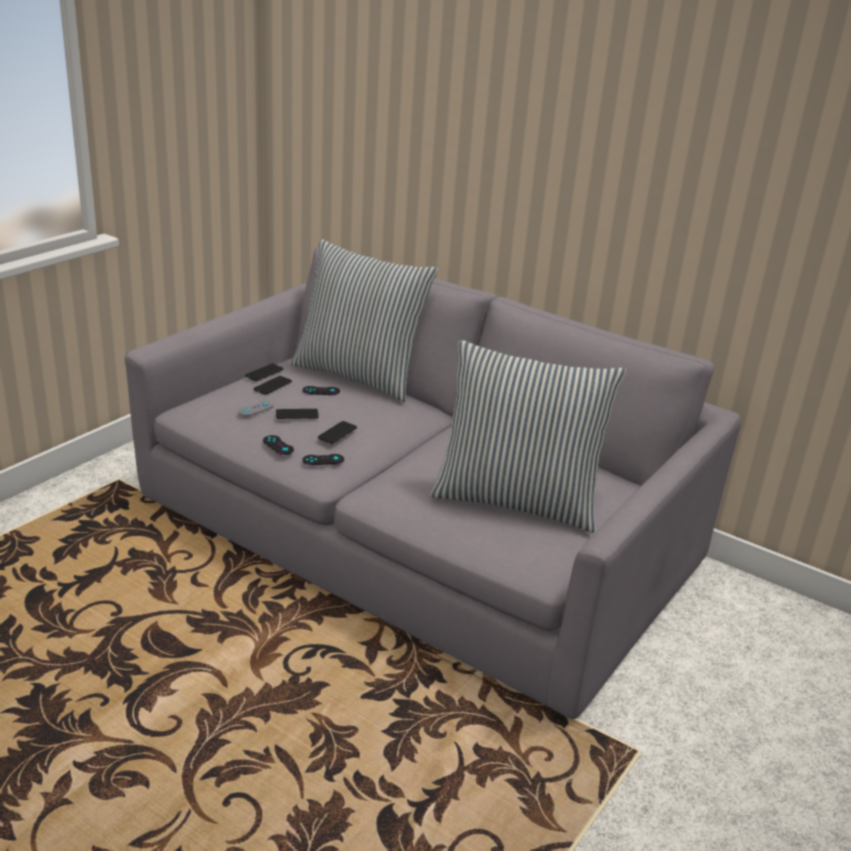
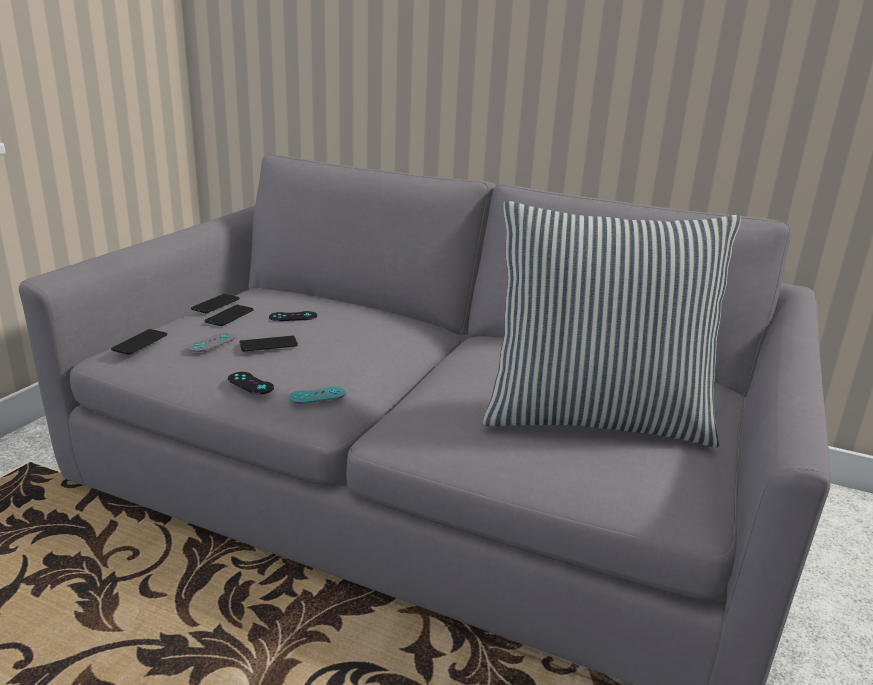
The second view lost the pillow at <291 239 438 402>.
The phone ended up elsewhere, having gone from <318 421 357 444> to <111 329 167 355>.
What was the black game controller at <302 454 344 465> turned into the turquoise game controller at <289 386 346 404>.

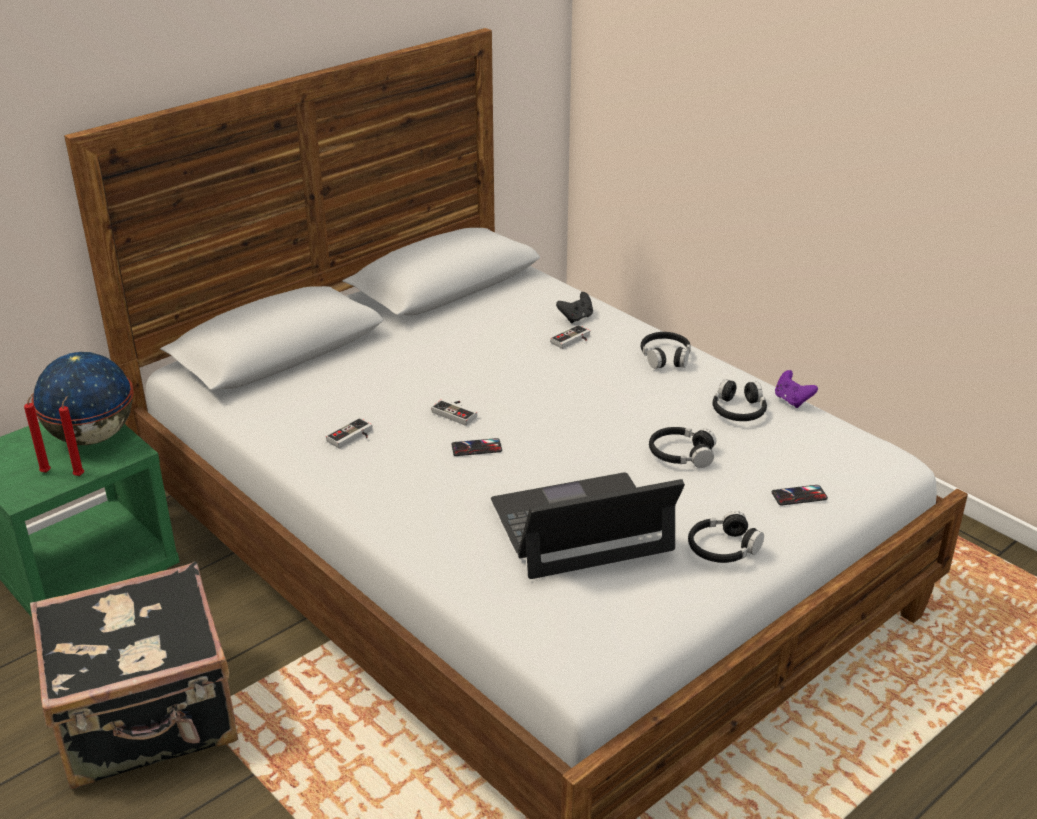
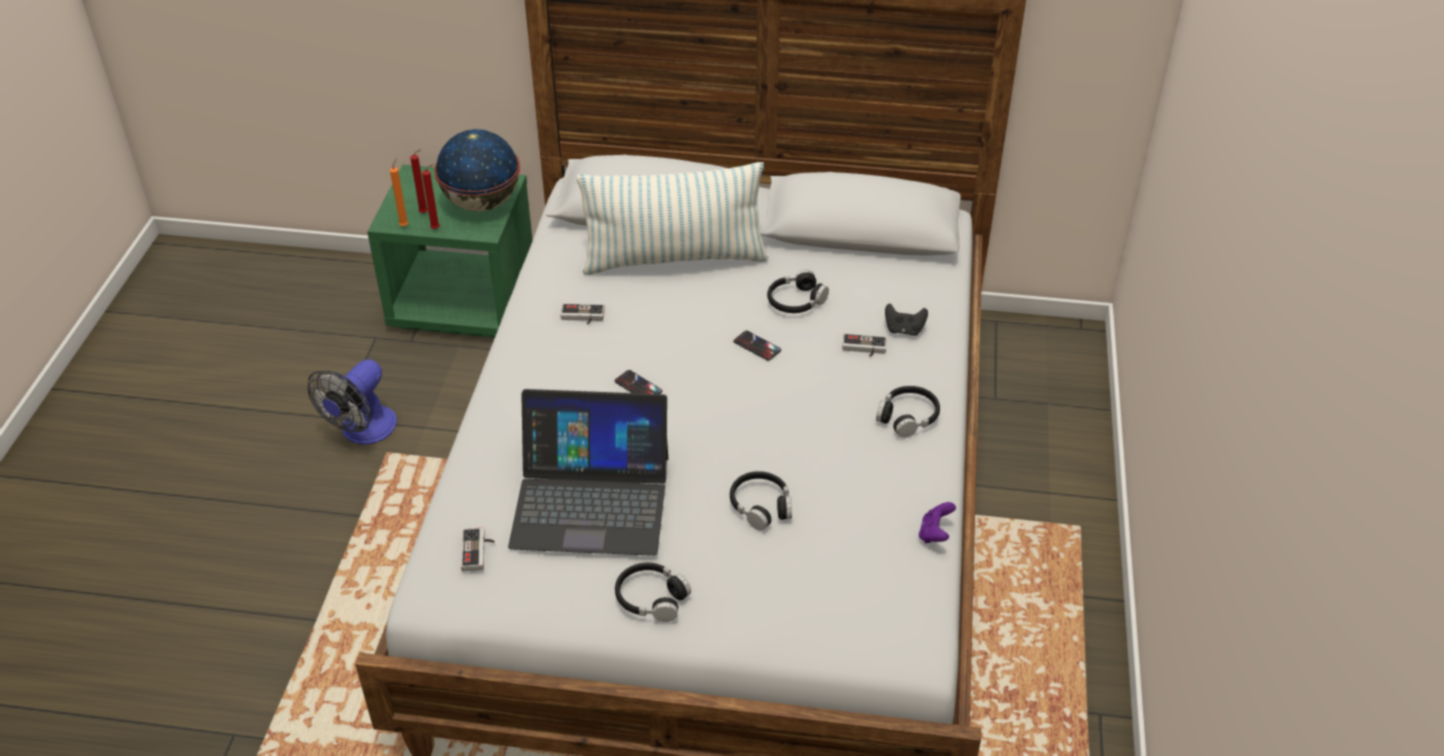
The second view gained the orange candle at <390 159 408 226>.
The second view gained the pillow at <577 162 768 275>.
The game controller ended up elsewhere, having gone from <431 399 477 426> to <461 527 495 571>.
The black headphones ended up elsewhere, having gone from <712 379 767 421> to <767 270 829 313>.
The phone ended up elsewhere, having gone from <772 485 828 505> to <733 331 781 361>.
Where the black suitcase stood at <30 561 238 789>, the fan came to stand at <308 359 397 444>.
The laptop at <491 472 685 579> ended up facing another way, 150 degrees clockwise from before.

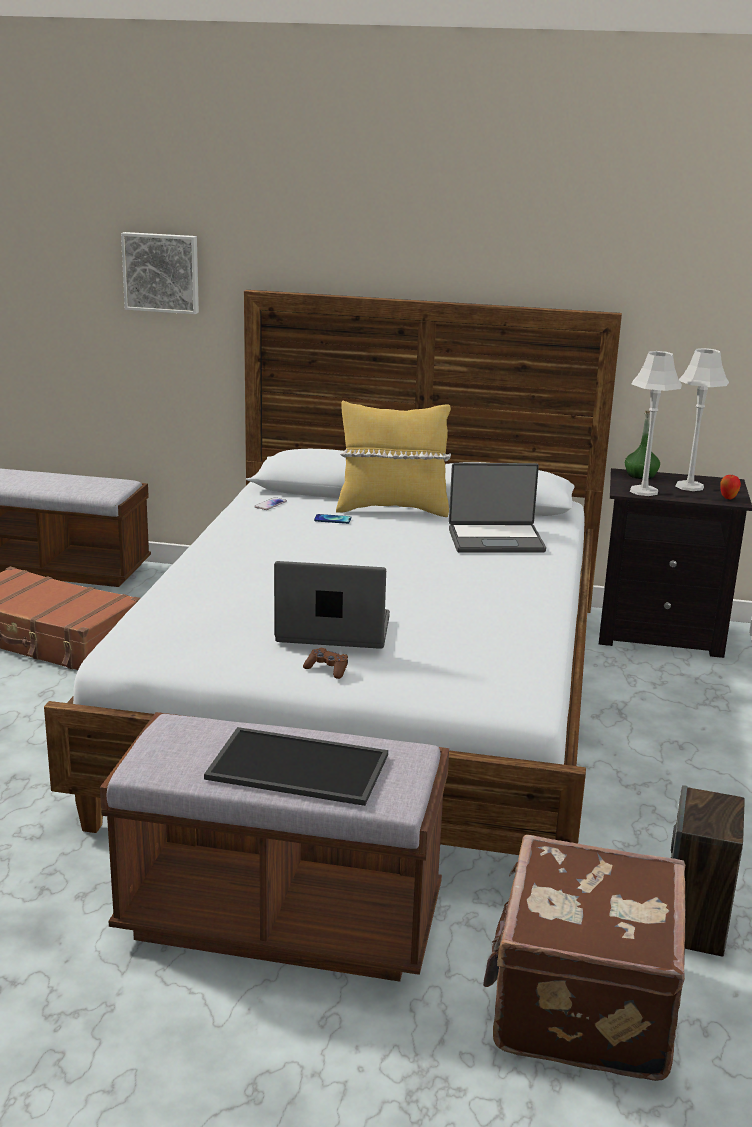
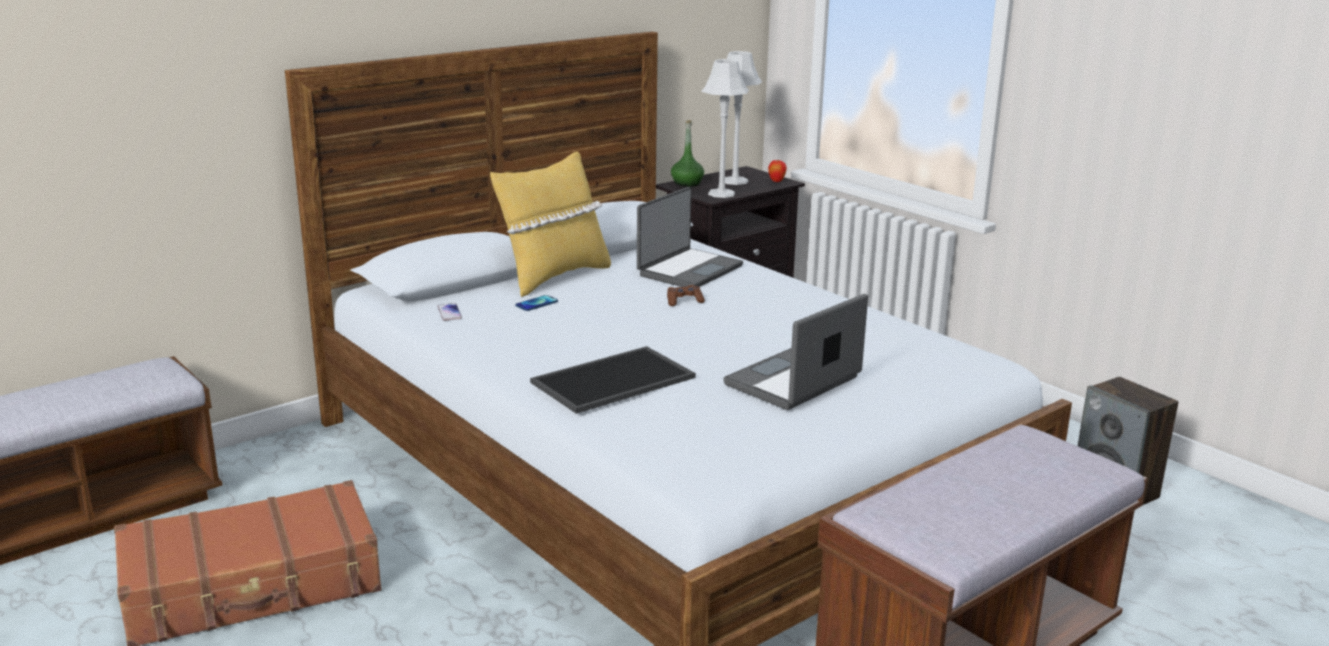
The second view lost the picture at <121 232 199 314>.
The second view lost the brown suitcase at <483 835 686 1081>.
The tray ended up elsewhere, having gone from <204 727 388 806> to <530 346 696 414>.
The brown game controller ended up elsewhere, having gone from <303 648 348 679> to <667 285 705 306>.

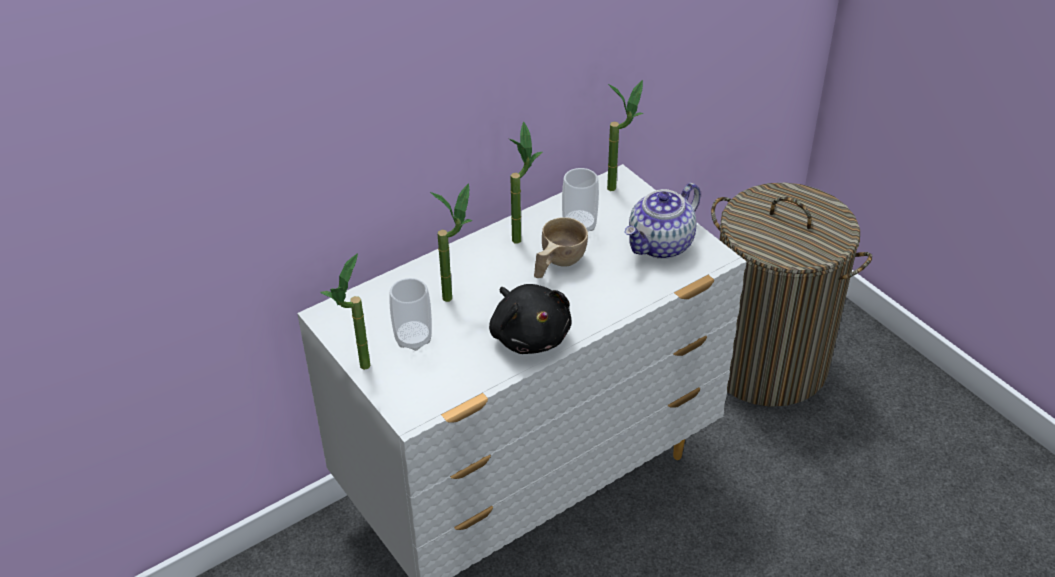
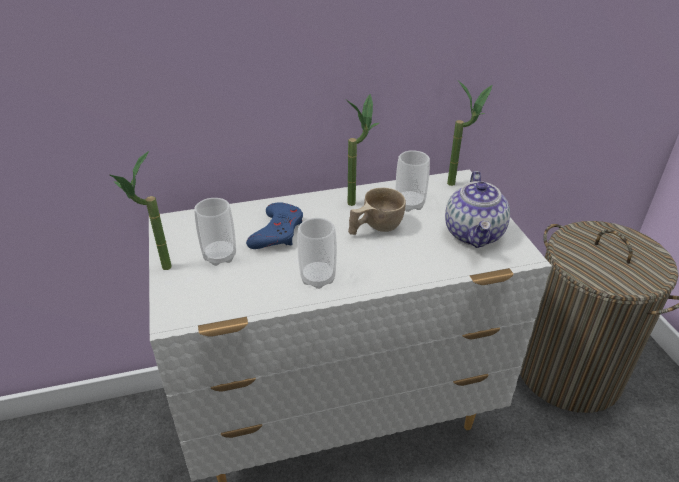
Where the potted plant stood at <430 183 473 302>, the blue game controller came to stand at <246 202 303 249>.
Where the black plush toy stood at <489 284 572 354>, the cup came to stand at <297 218 337 289>.
The teapot at <624 183 701 259> ended up facing another way, 60 degrees counterclockwise from before.

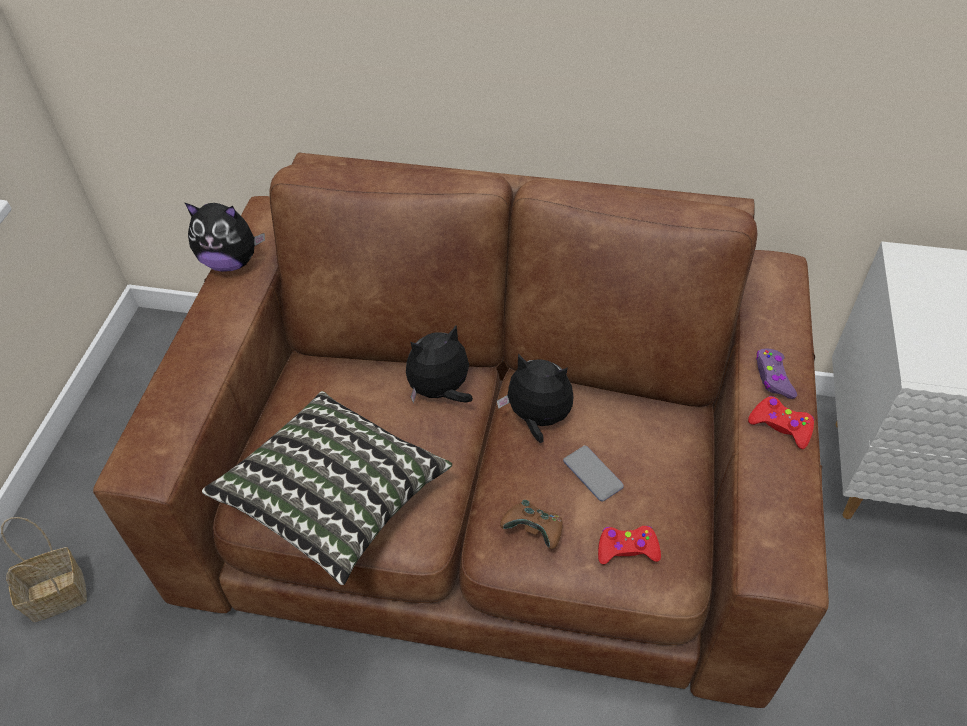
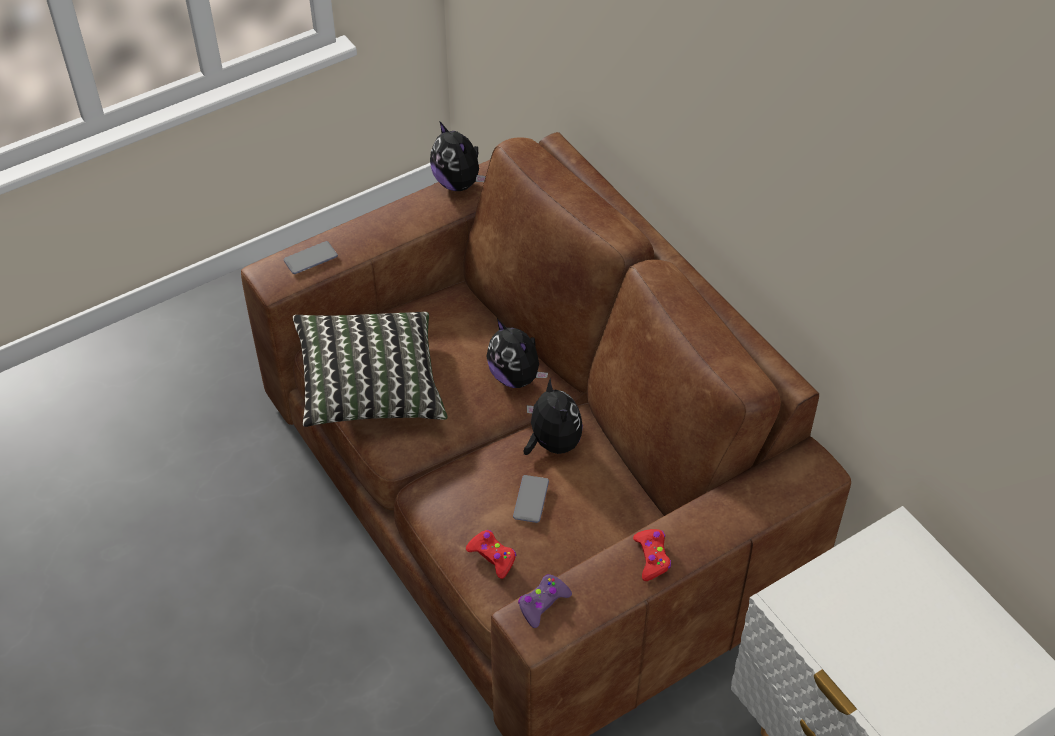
The second view lost the basket at <1 517 87 622>.
The second view lost the brown game controller at <500 500 563 549>.
The second view gained the phone at <284 241 338 274>.
The purple game controller ended up elsewhere, having gone from <756 349 797 399> to <518 574 572 628>.
The plush toy at <406 325 473 403> ended up facing another way, 150 degrees counterclockwise from before.

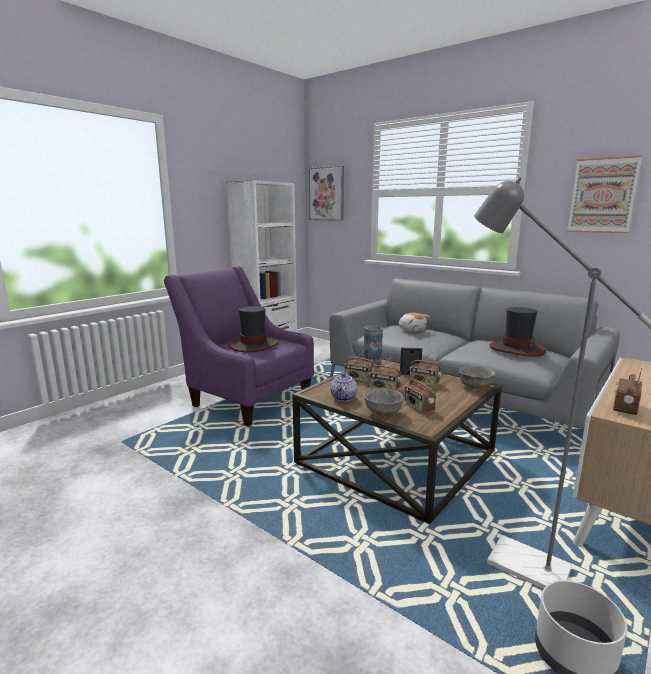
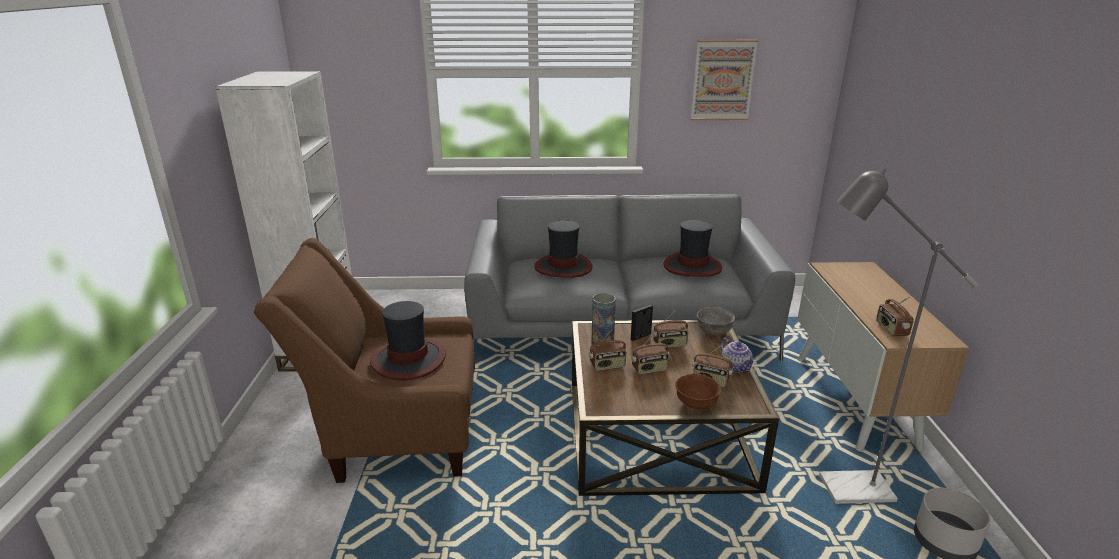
The second view lost the picture at <309 166 344 221>.
The teapot ended up elsewhere, having gone from <330 372 357 402> to <720 338 756 373>.
Where the plush toy stood at <399 313 430 332>, the hat came to stand at <534 221 592 278>.
What was the purple armchair at <164 266 314 426> turned into the brown armchair at <254 238 475 483>.
What was the grey bowl at <364 388 404 416> turned into the brown bowl at <675 374 721 409>.

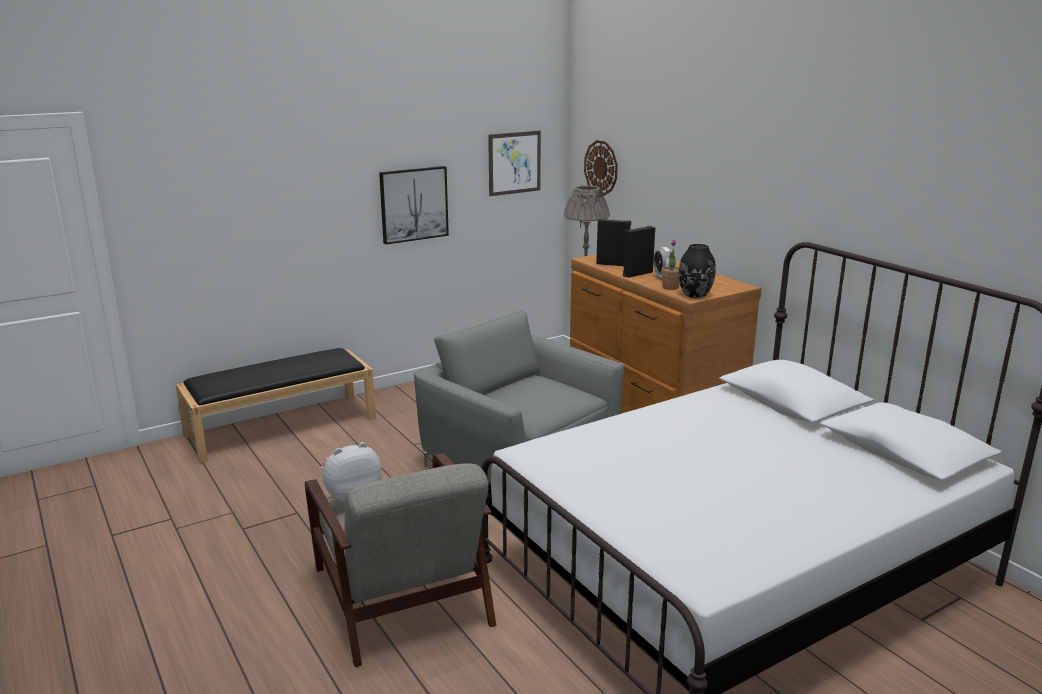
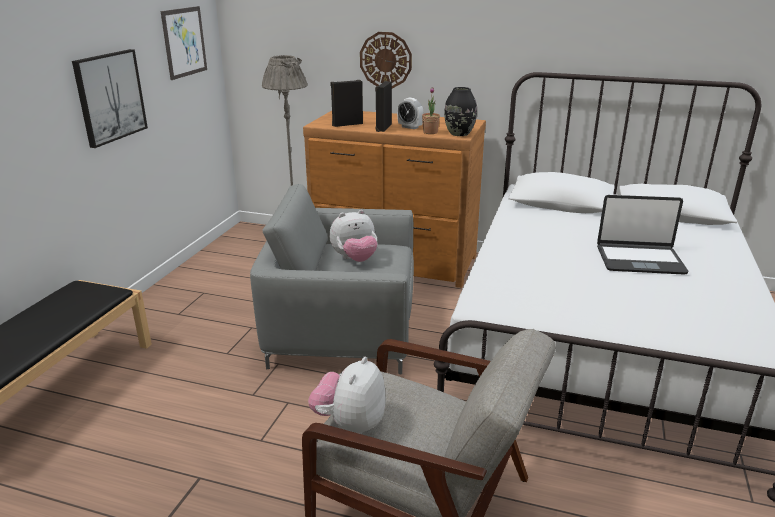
The second view gained the plush toy at <329 210 377 262>.
The second view gained the laptop at <597 195 688 275>.
The wall clock ended up elsewhere, having gone from <584 140 618 196> to <360 32 412 89>.

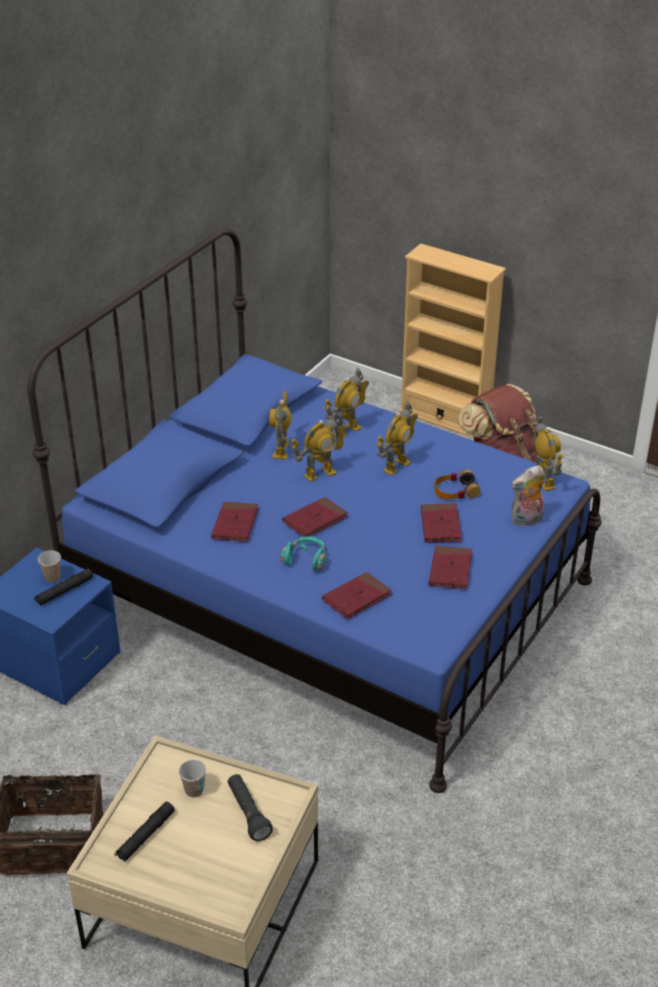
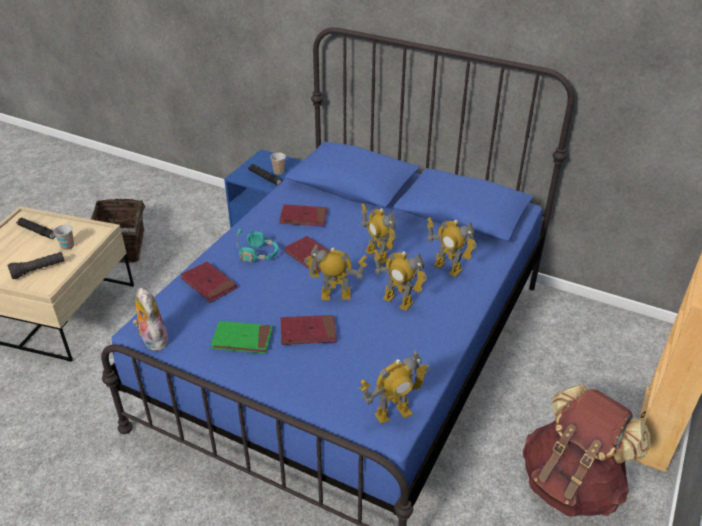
The second view lost the headphones at <435 470 481 499>.
The toy robot ended up elsewhere, having gone from <269 391 291 459> to <304 245 367 300>.
The plush toy ended up elsewhere, having gone from <511 465 545 526> to <133 288 168 351>.
What was the red book at <429 546 472 589> turned into the green book at <211 321 273 354>.

